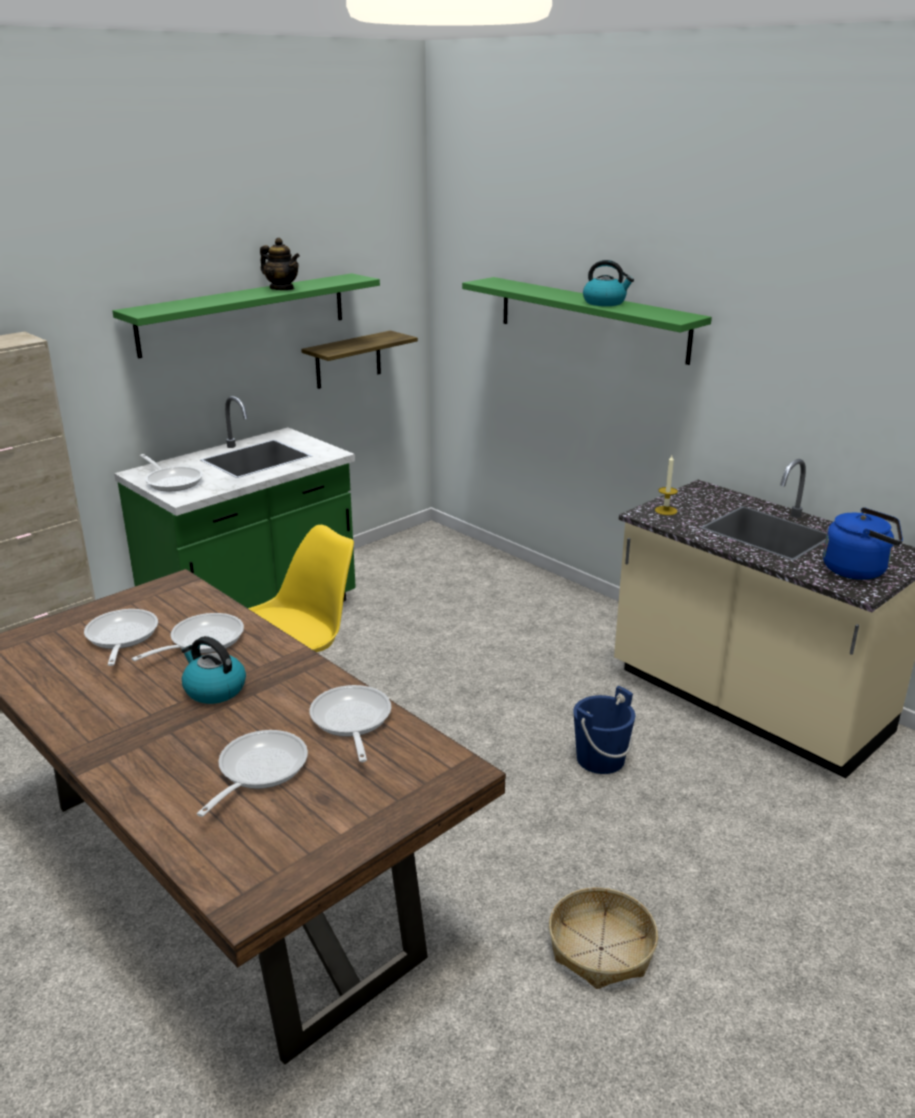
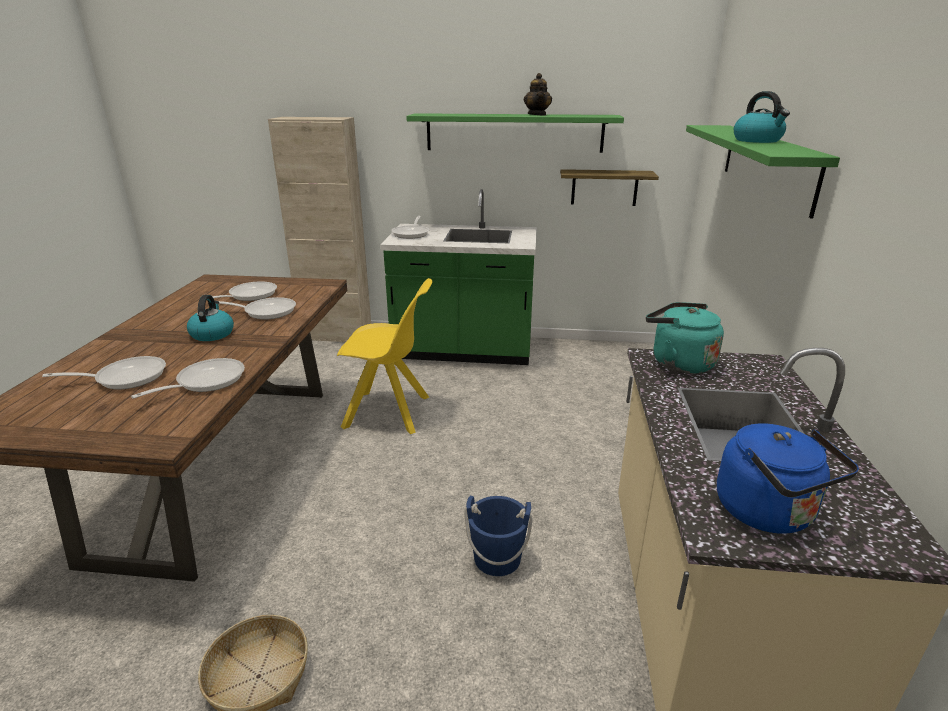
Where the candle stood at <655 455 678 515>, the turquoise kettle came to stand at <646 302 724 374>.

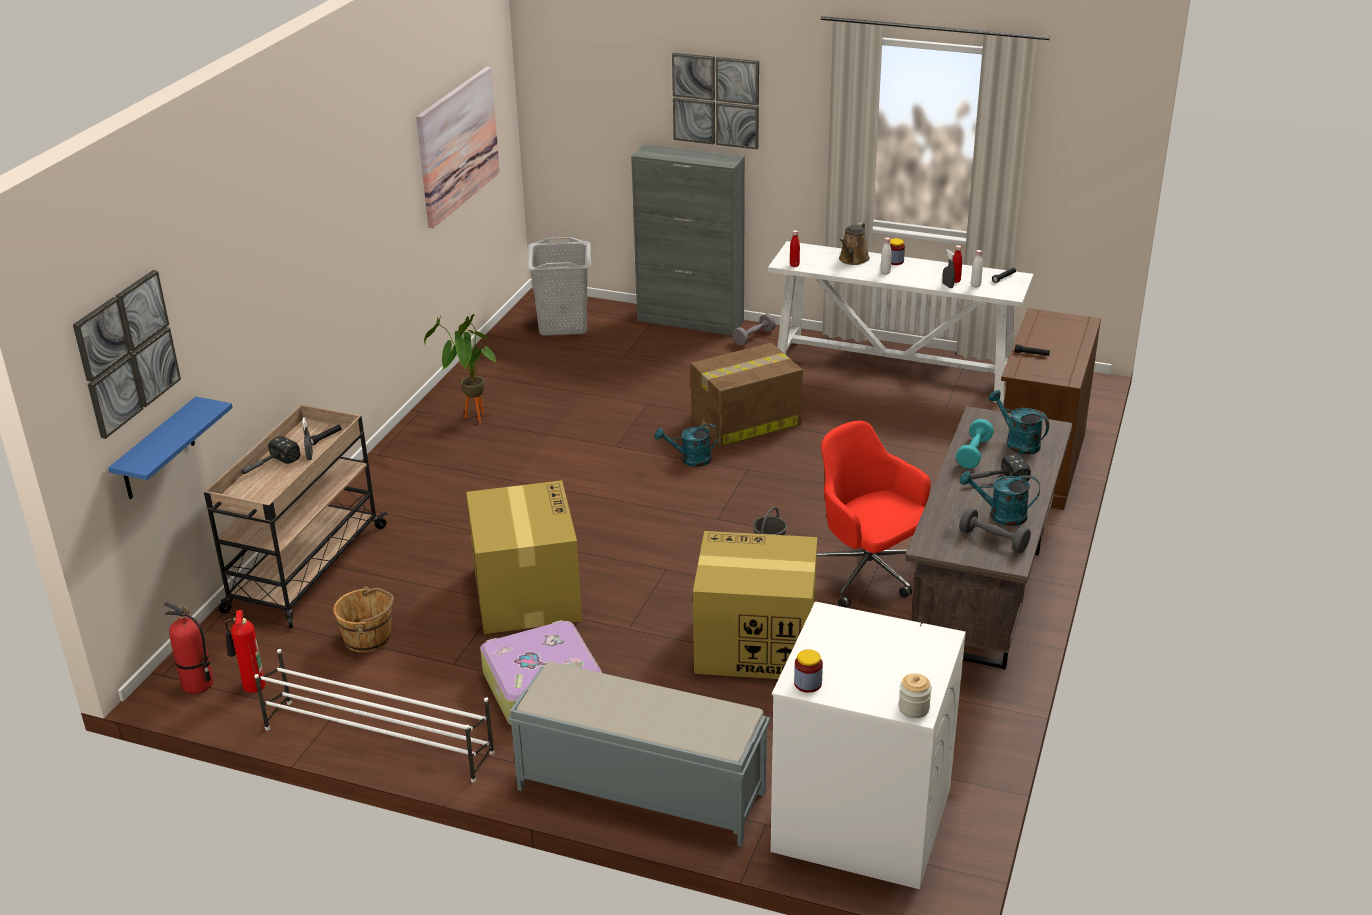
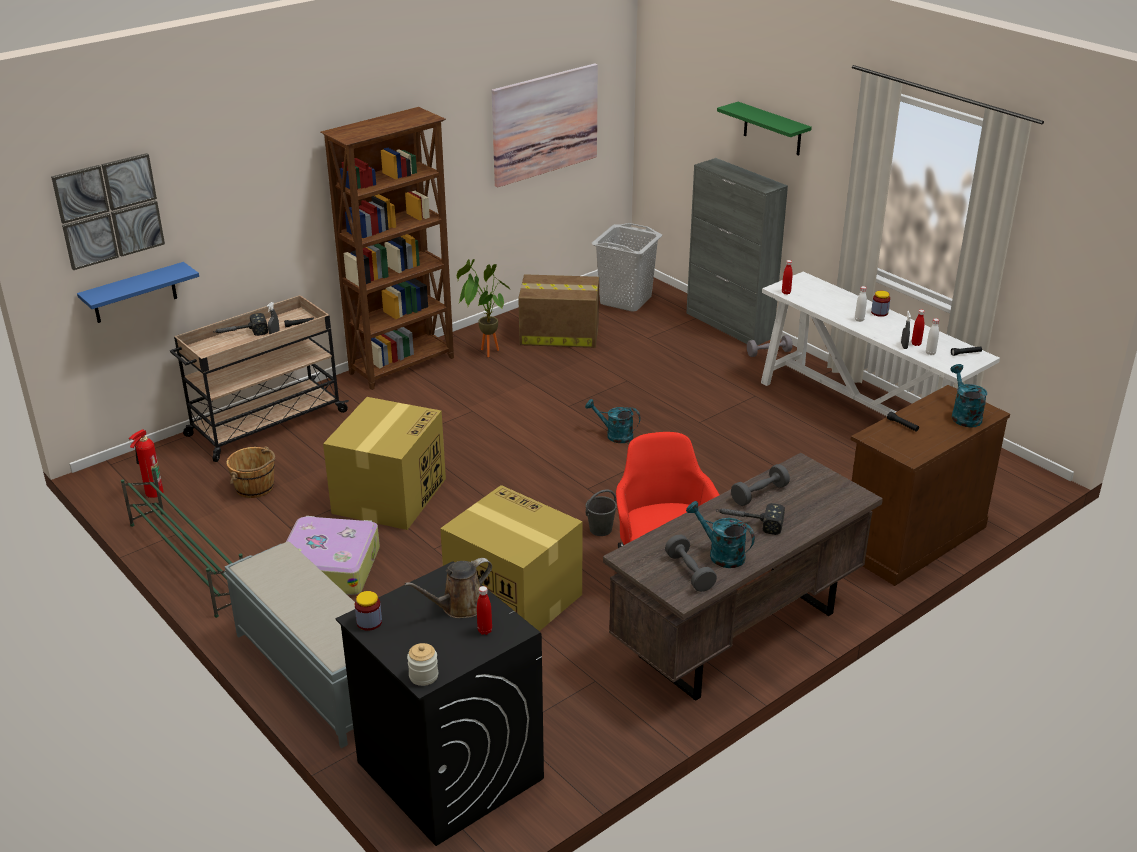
The second view lost the fire extinguisher at <164 602 213 694>.
The second view gained the brown bookcase at <320 107 454 390>.
The second view gained the red bottle at <477 586 492 635>.
The cardboard box ended up elsewhere, having gone from <691 343 803 447> to <518 274 599 348>.
The brown watering can ended up elsewhere, having gone from <839 222 870 265> to <405 558 492 618>.
The turquoise watering can ended up elsewhere, having gone from <988 390 1049 455> to <950 364 987 428>.
Where the picture hung at <672 53 759 149>, the green shelf came to hang at <717 102 812 156>.
What was the white shoe rack at <254 649 494 783> turned into the green shoe rack at <121 468 243 618>.
What was the white washing machine at <770 601 966 889> turned into the black washing machine at <336 561 544 846>.
What was the turquoise dumbbell at <956 419 994 469> turned into the grey dumbbell at <731 464 790 506>.

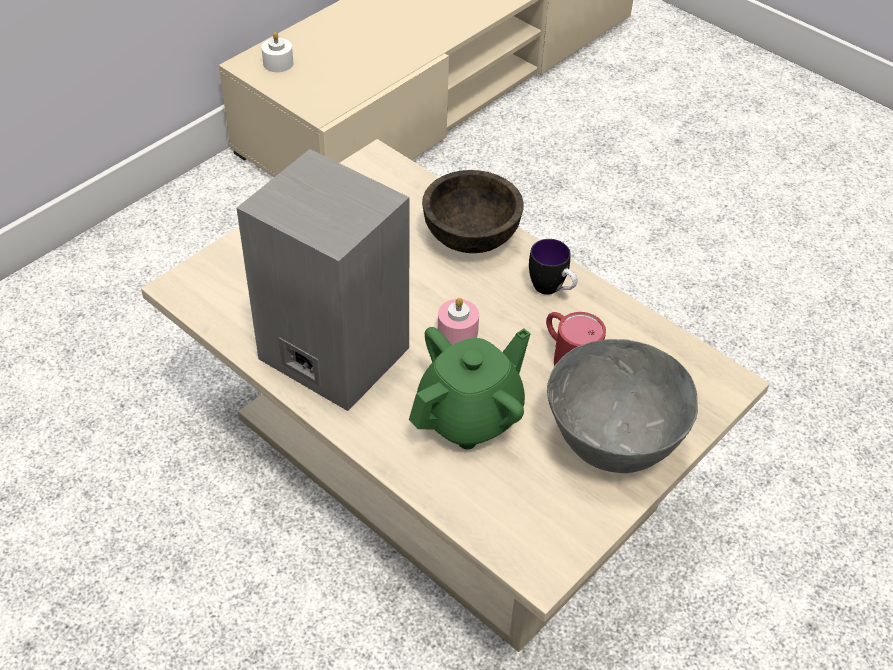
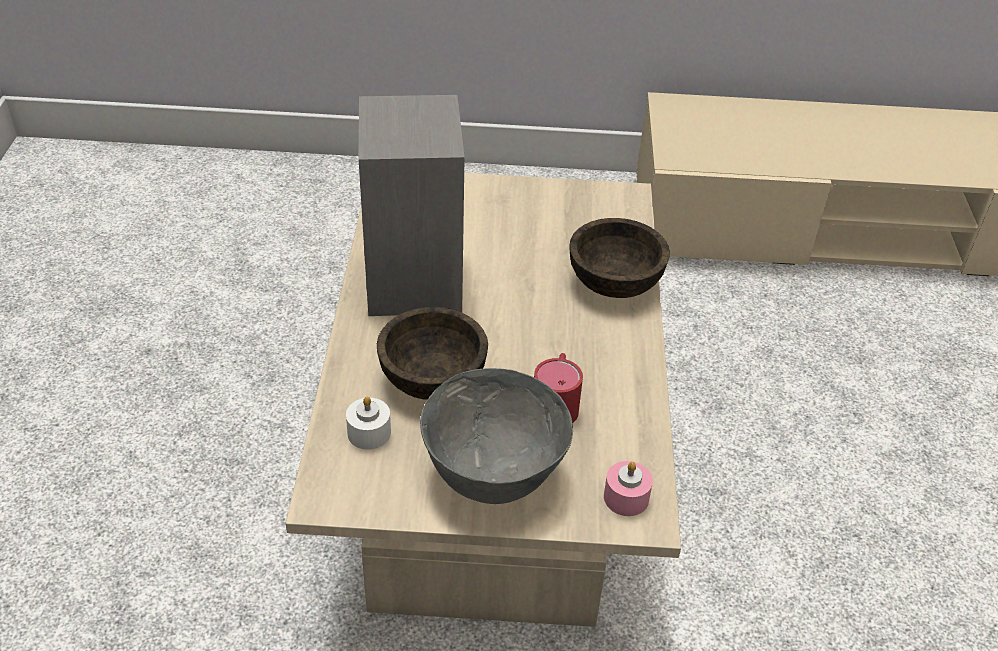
The second view lost the mug at <529 239 578 295>.
The white candle ended up elsewhere, having gone from <261 32 293 72> to <346 397 391 450>.
The pink candle ended up elsewhere, having gone from <438 298 479 345> to <604 461 653 516>.
Where the green teapot stood at <409 327 531 449>, the brown bowl came to stand at <377 307 488 400>.

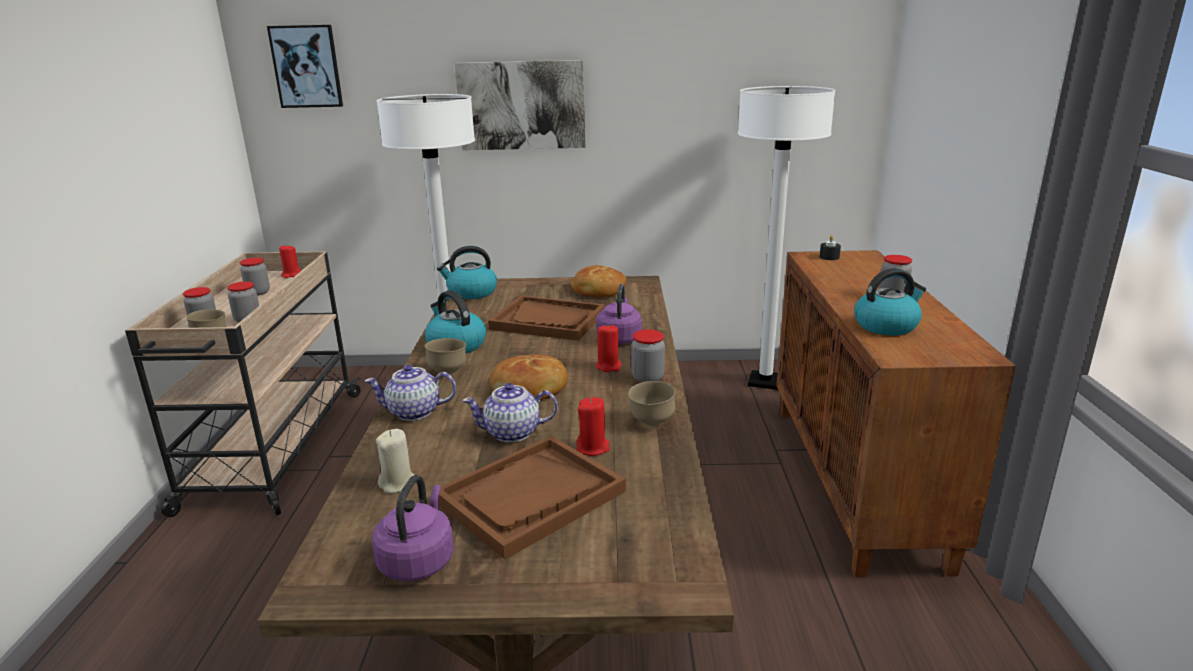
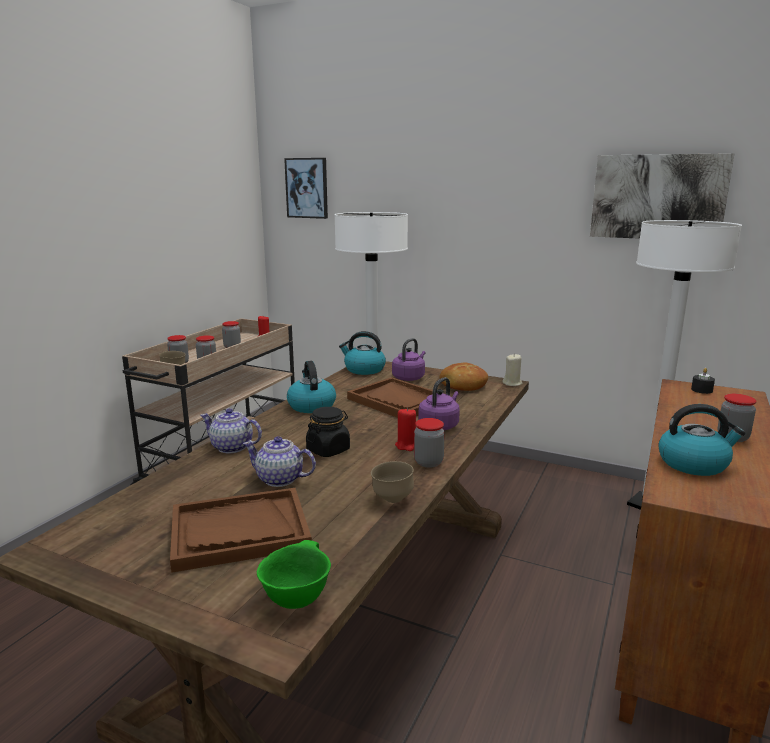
The second view lost the brown bowl at <425 338 466 375>.
The second view lost the red candle at <576 397 610 456>.
The second view gained the green bowl at <257 540 331 609>.
The purple kettle ended up elsewhere, having gone from <372 475 454 581> to <392 338 426 381>.
The beige candle ended up elsewhere, having gone from <376 429 414 493> to <503 353 522 386>.
The picture ended up elsewhere, having gone from <454 60 586 150> to <590 153 735 239>.
Where the bread stood at <489 355 568 400>, the black jar came to stand at <306 407 350 457>.

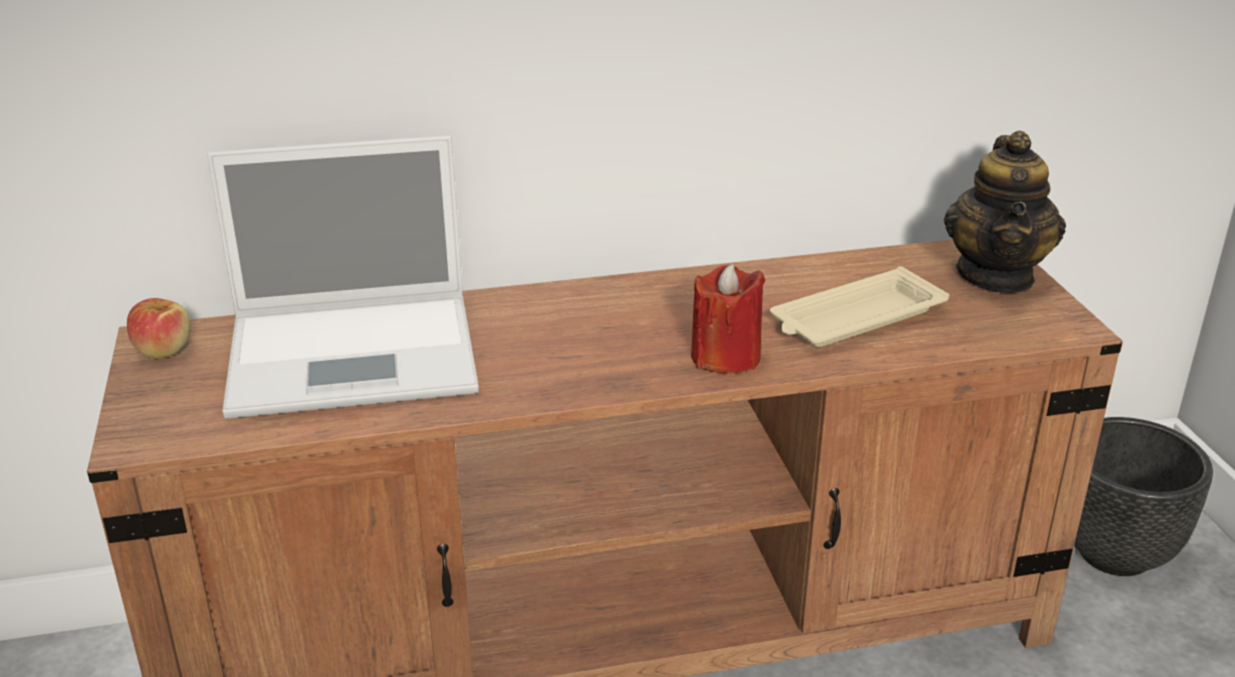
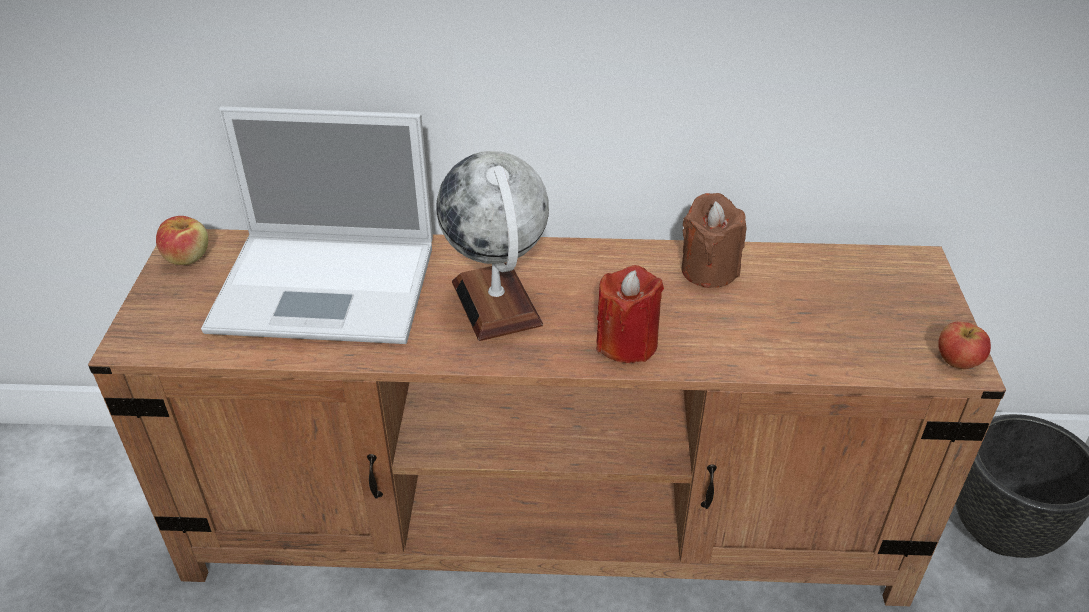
The second view lost the beige tray at <770 266 949 347>.
The second view lost the teapot at <944 131 1066 293>.
The second view gained the globe at <436 151 549 341>.
The second view gained the brown candle at <682 193 747 288>.
The second view gained the apple at <938 322 991 369>.

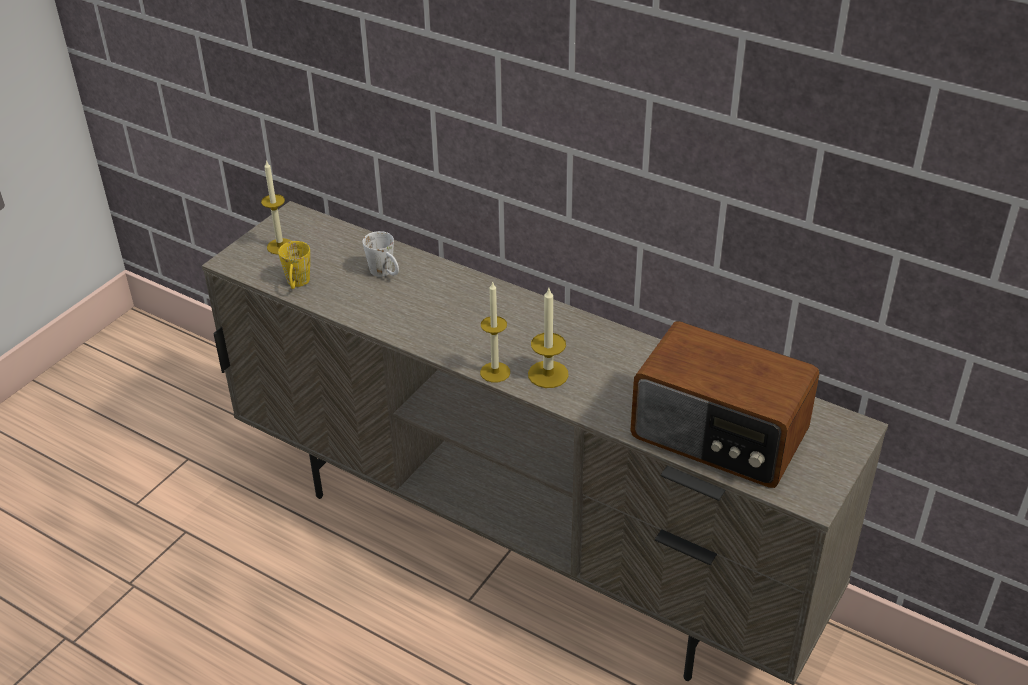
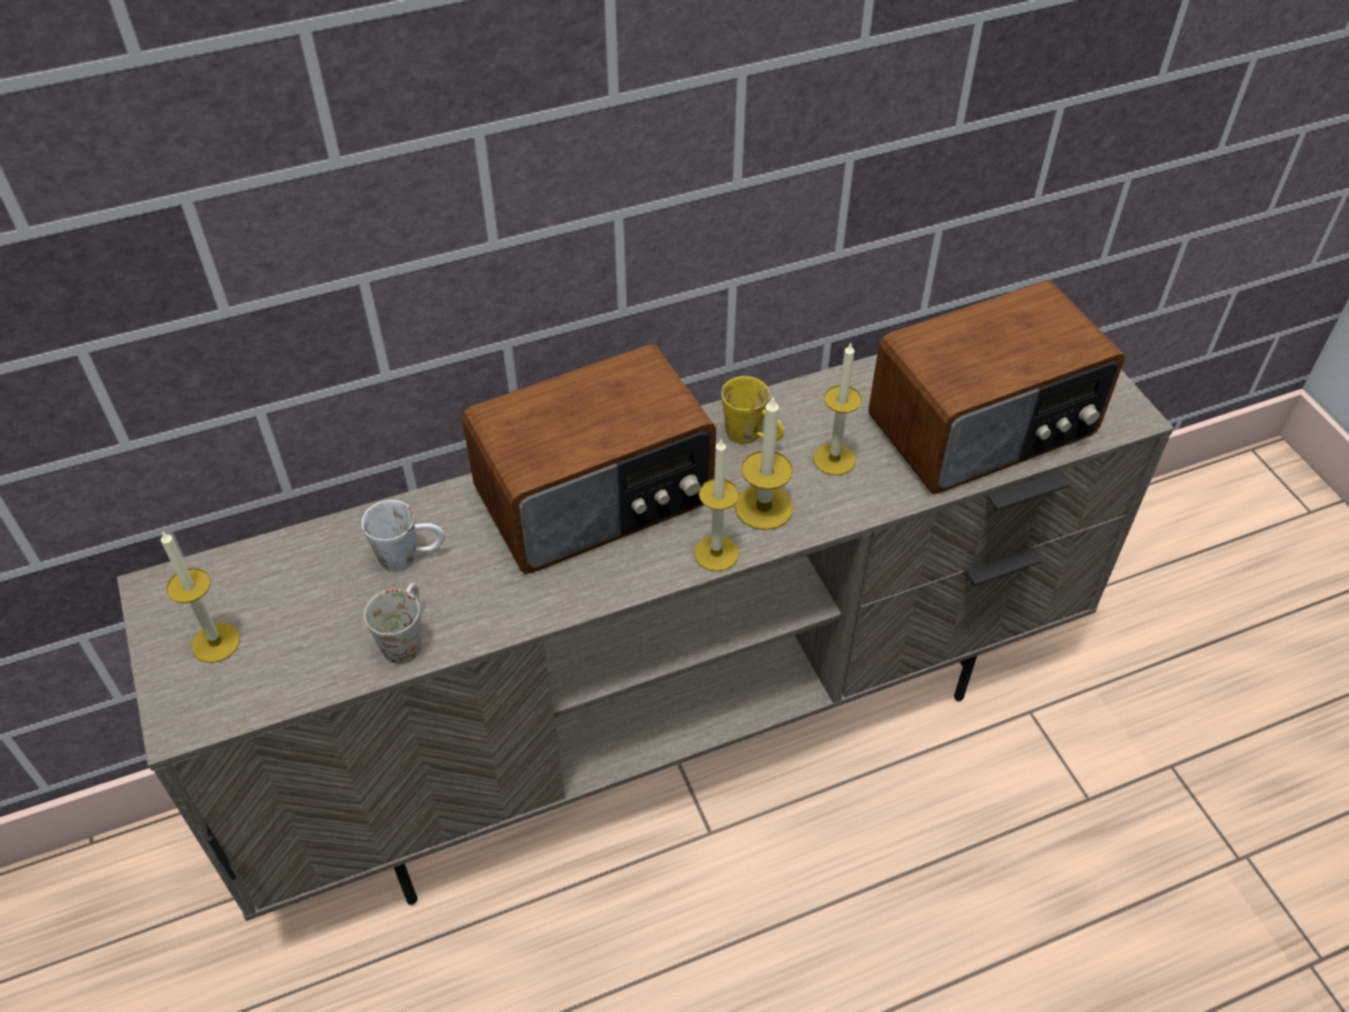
The second view gained the white mug at <364 583 421 664>.
The second view gained the radio at <462 344 716 574>.
The second view gained the candle at <813 343 862 475>.
The yellow mug ended up elsewhere, having gone from <278 241 310 289> to <721 376 784 444>.

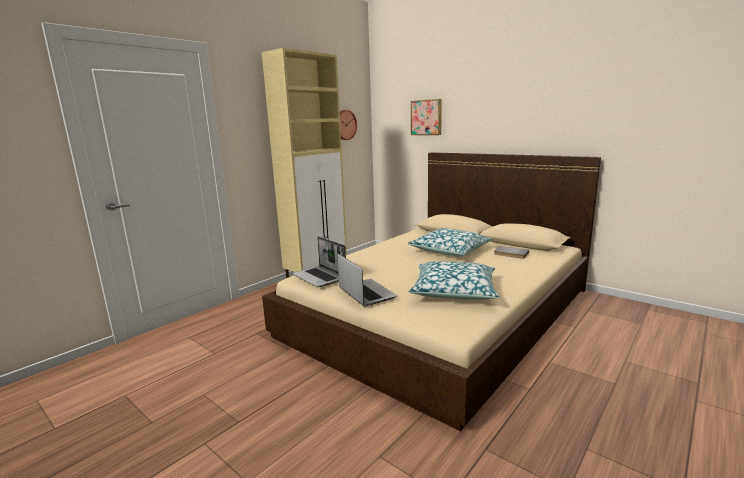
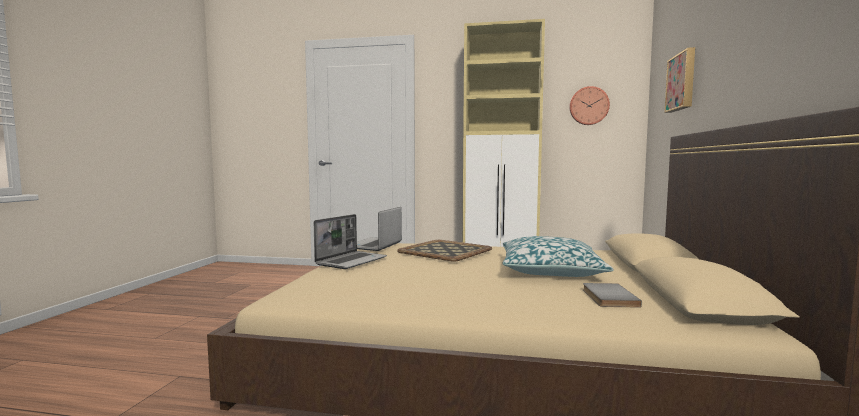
The second view lost the pillow at <408 261 500 300>.
The second view gained the tray at <397 240 492 261>.

